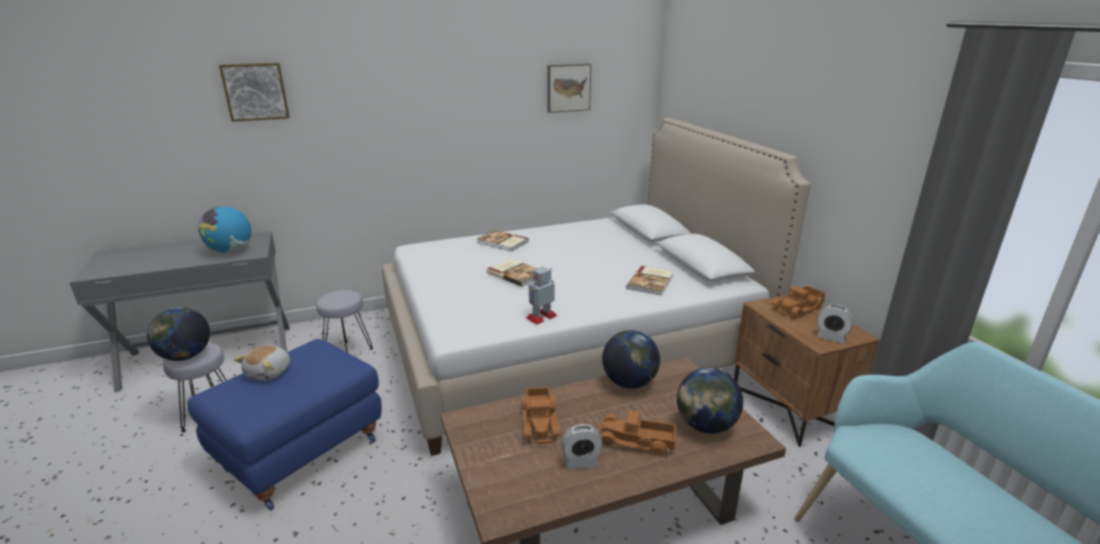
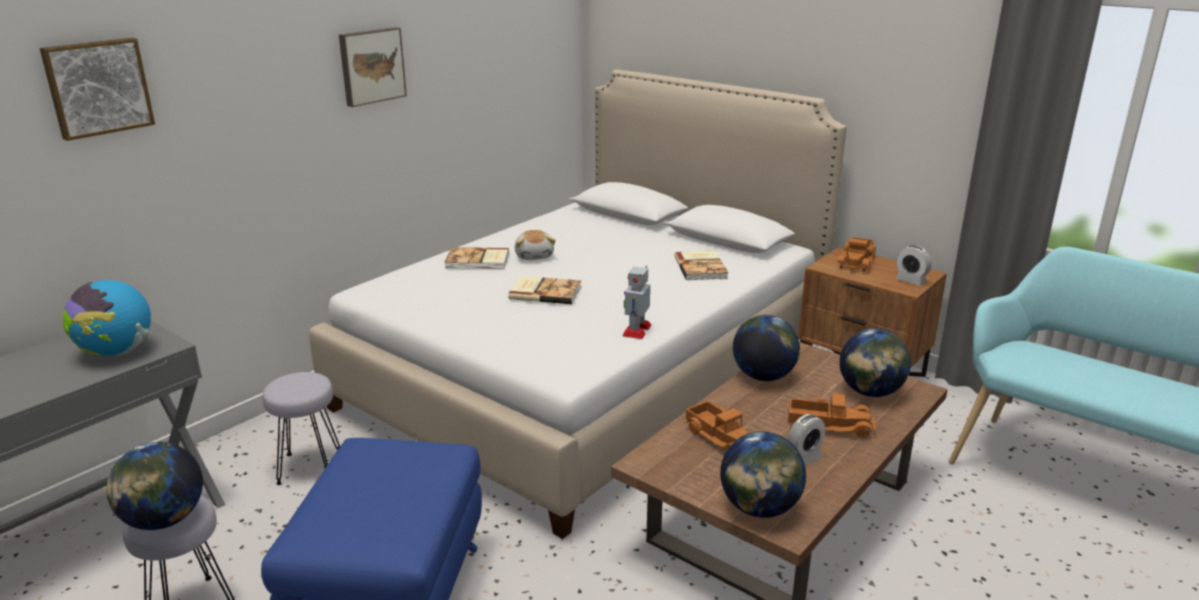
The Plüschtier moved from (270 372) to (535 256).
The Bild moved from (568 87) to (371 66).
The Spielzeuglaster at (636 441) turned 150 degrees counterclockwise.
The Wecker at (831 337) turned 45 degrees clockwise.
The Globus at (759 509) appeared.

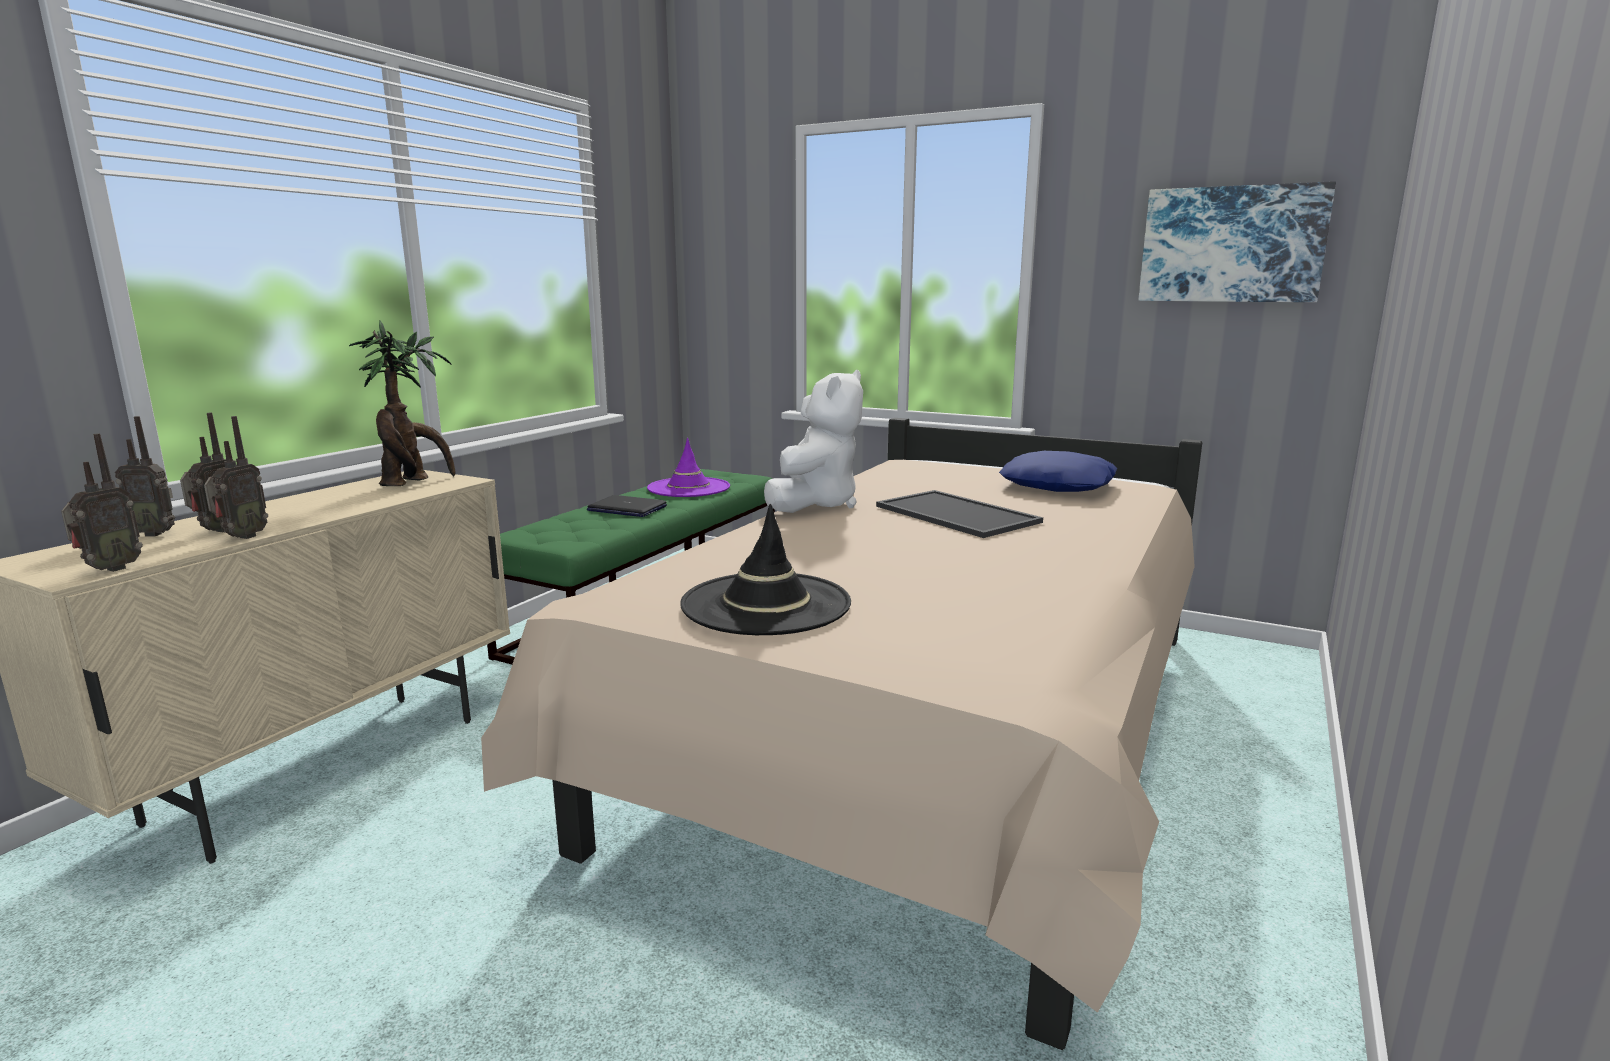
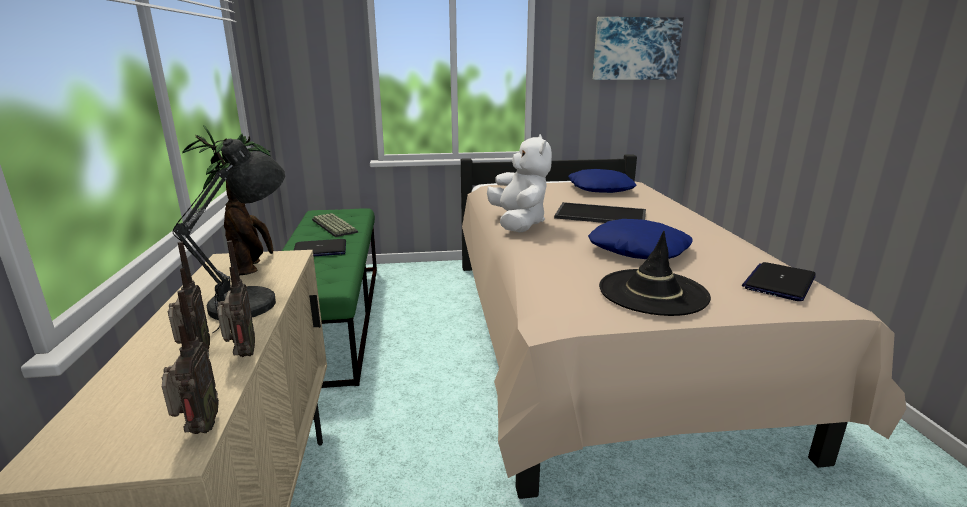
The Radio at (155 534) disappeared.
The Hut/lila at (688 488) was replaced by the Tastatur at (333 226).
The Tischlampe/grau at (251 303) appeared.
The Kissen/blau at (639 249) appeared.
The Laptop at (779 283) appeared.

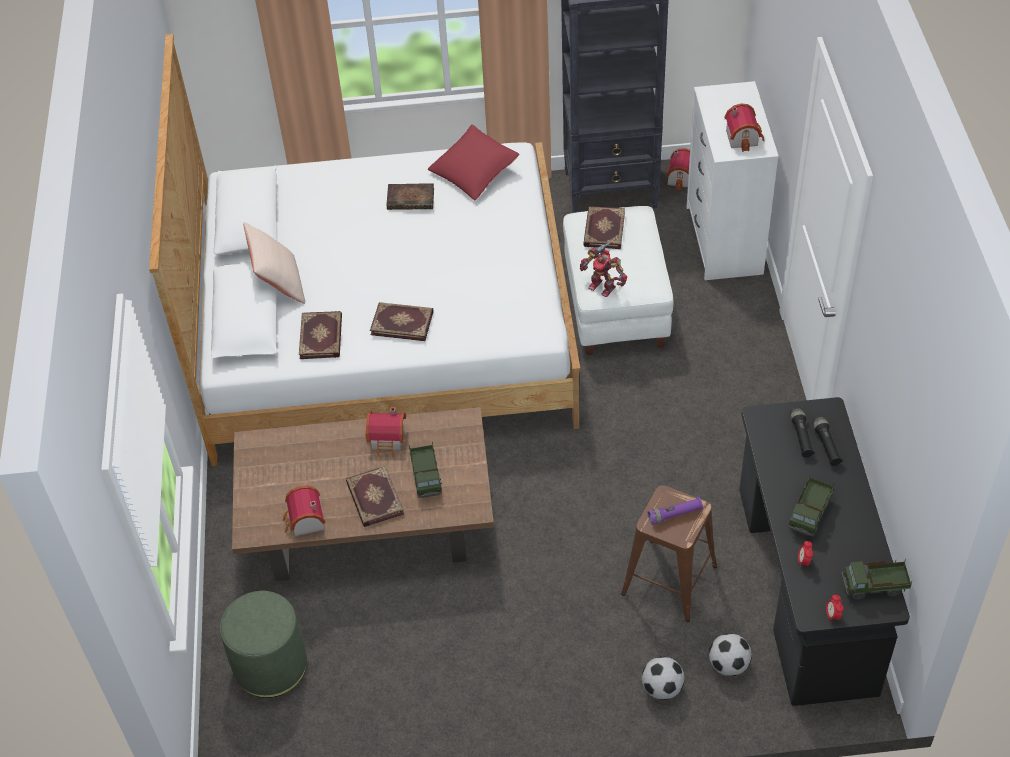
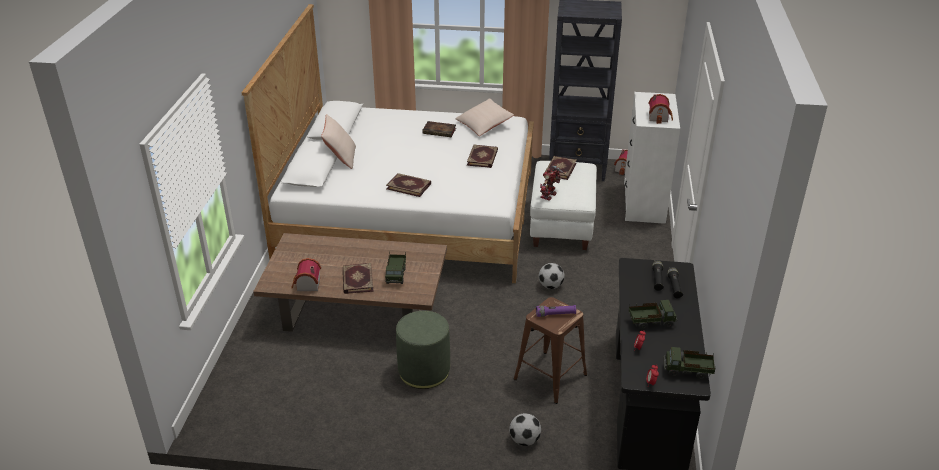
The Polsterhocker/grün moved from (270 666) to (424 371).
The Buch moved from (322 337) to (483 158).
The Spielzeughaus at (388 440) disappeared.
The Kissen/rot at (474 172) became the Kissen/beige at (484 124).
The Spielzeugroboter at (603 286) turned 75 degrees clockwise.
The Fußball moved from (728 665) to (550 286).
The Spielzeuglaster at (810 514) turned 135 degrees counterclockwise.

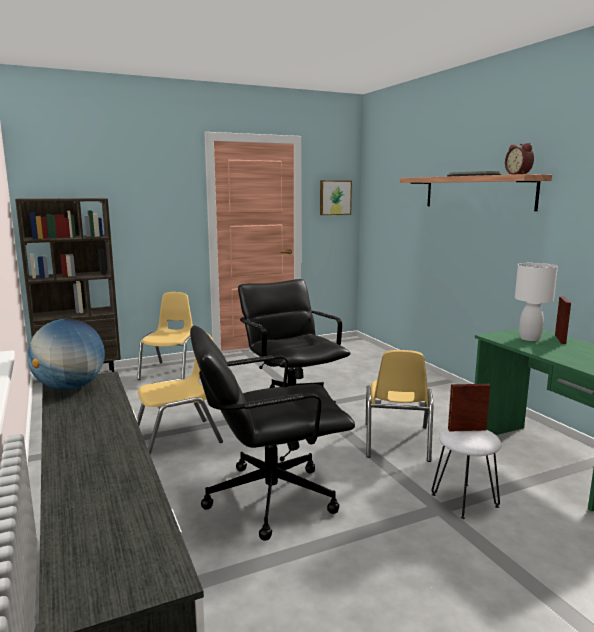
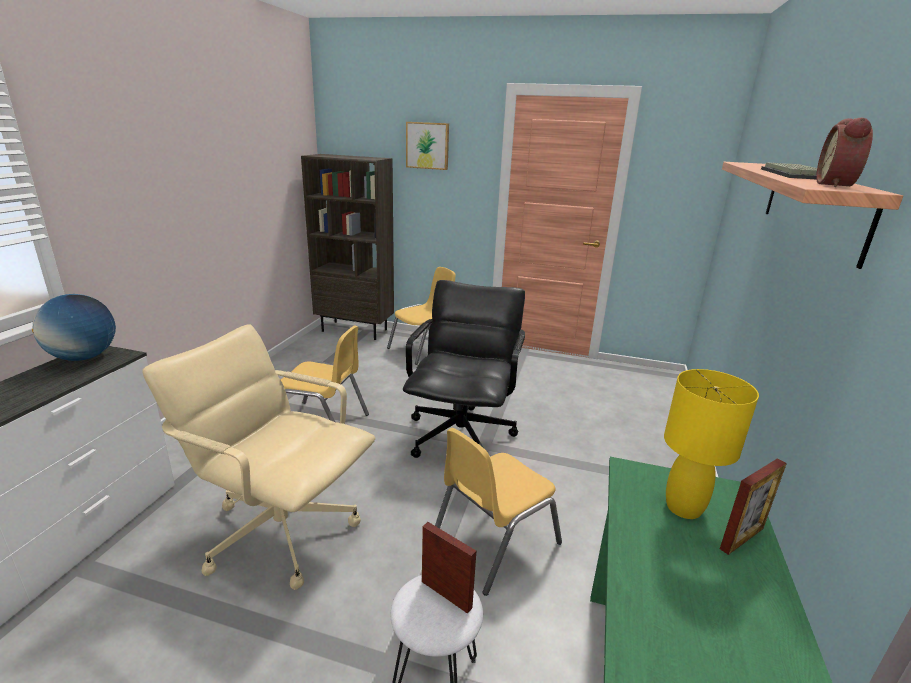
The Bürostuhl/schwarz at (269 497) became the Bürostuhl/beige at (281 530).
The Bild moved from (334 197) to (427 145).
The Tischlampe/weiß at (529 338) became the Tischlampe/gelb at (683 507).

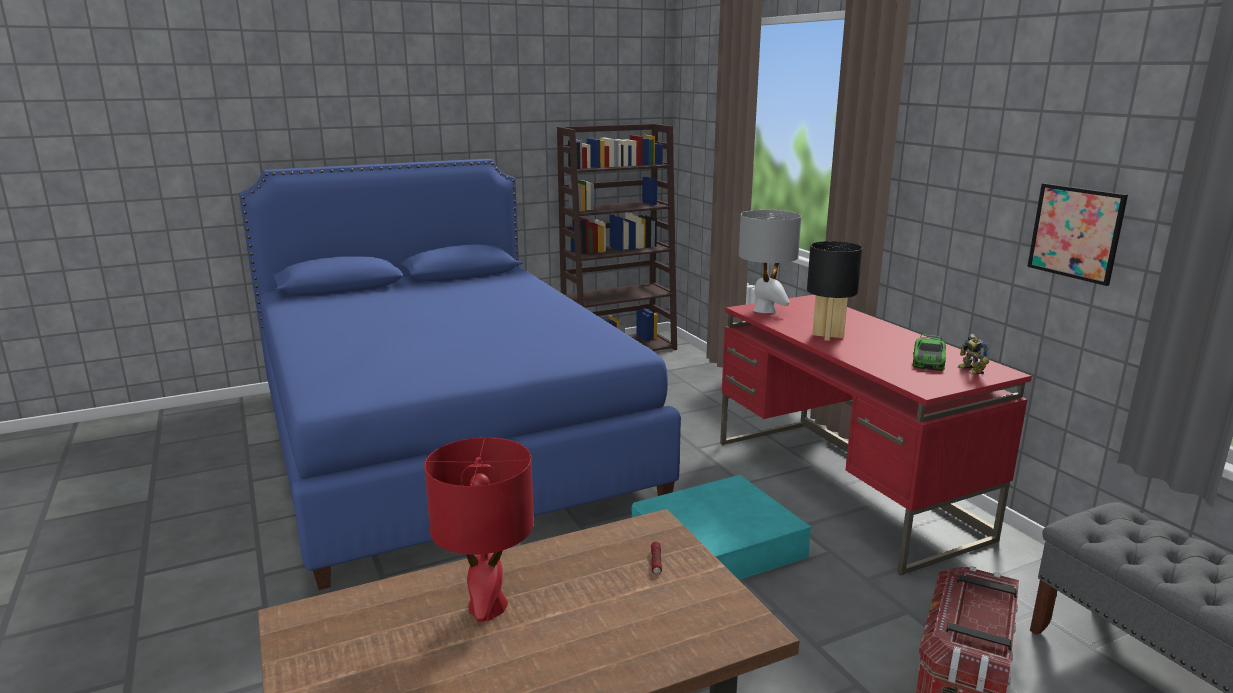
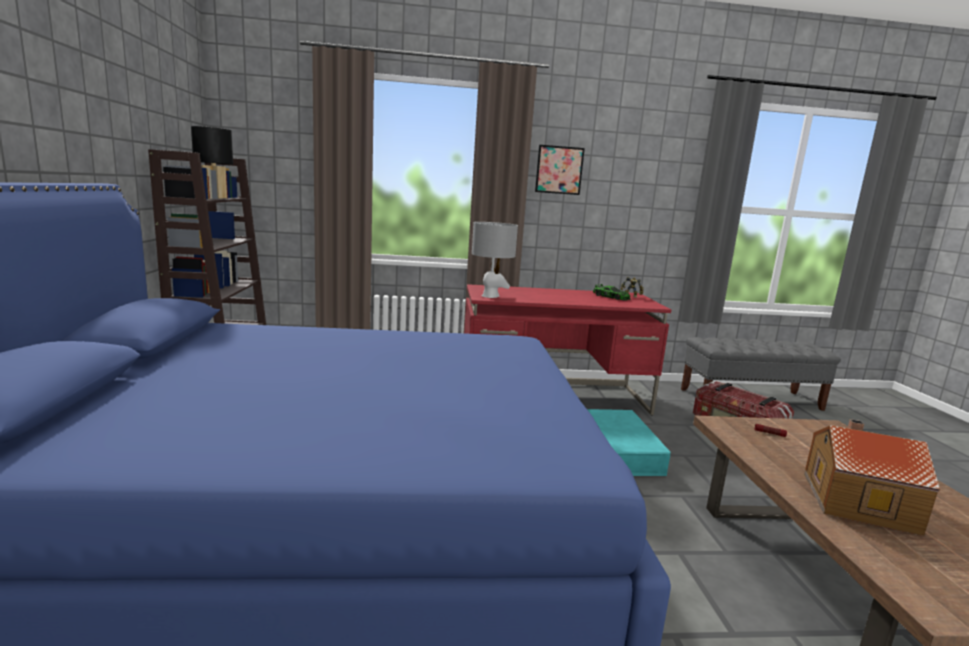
The Tischlampe/rot at (487 607) was replaced by the Spielzeughaus at (855 500).
The Tischlampe/schwarz moved from (828 336) to (215 197).
The Bild moved from (1075 232) to (559 170).

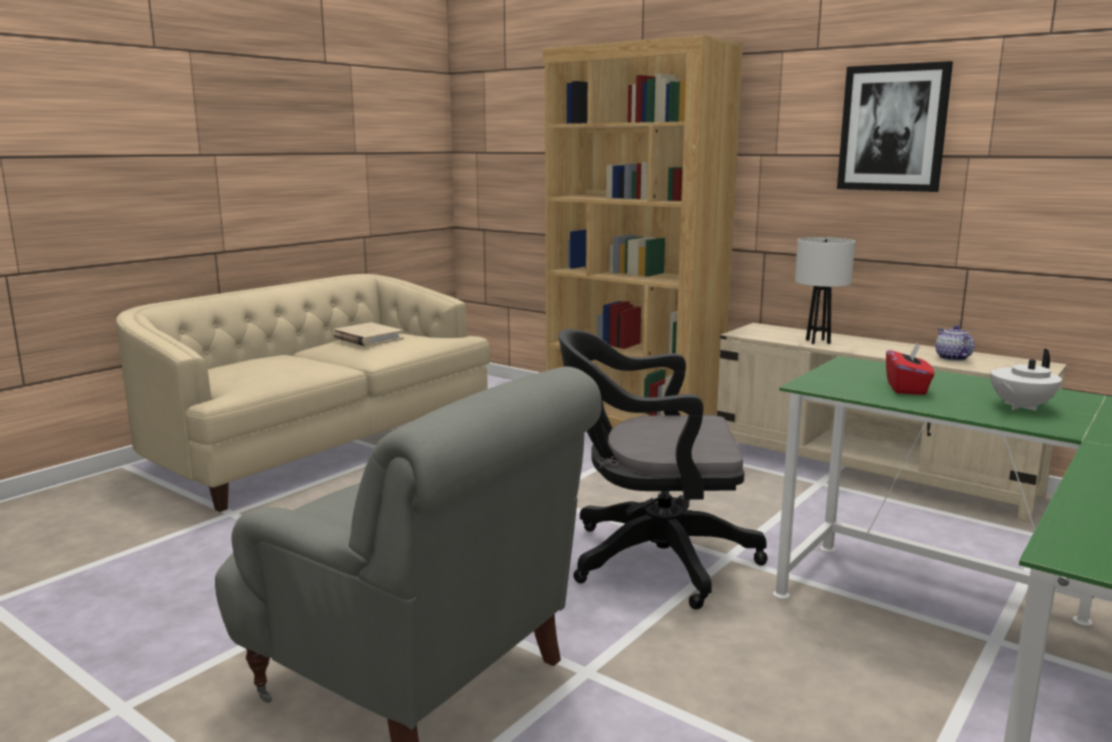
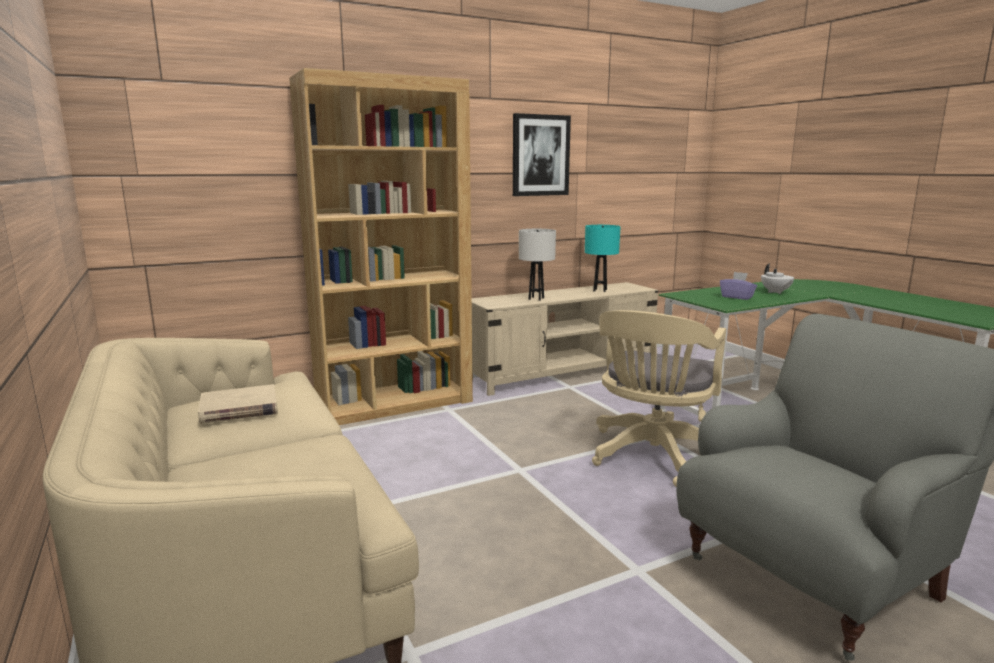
The Bürostuhl/schwarz at (651 559) became the Bürostuhl/beige at (652 456).
The Taschentuchbox/rot at (907 388) became the Taschentuchbox/lila at (737 297).
The Teekanne at (951 358) was replaced by the Tischlampe/türkis at (600 290).

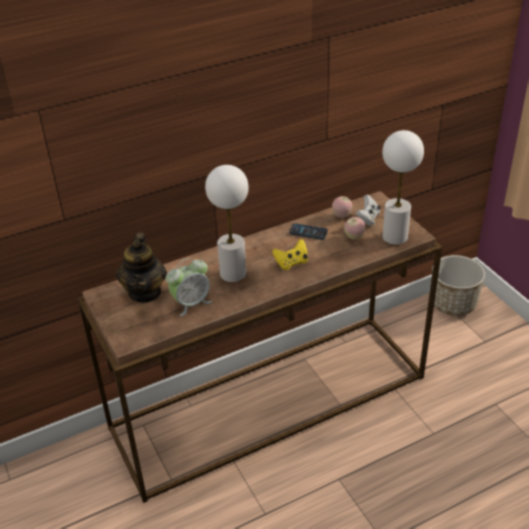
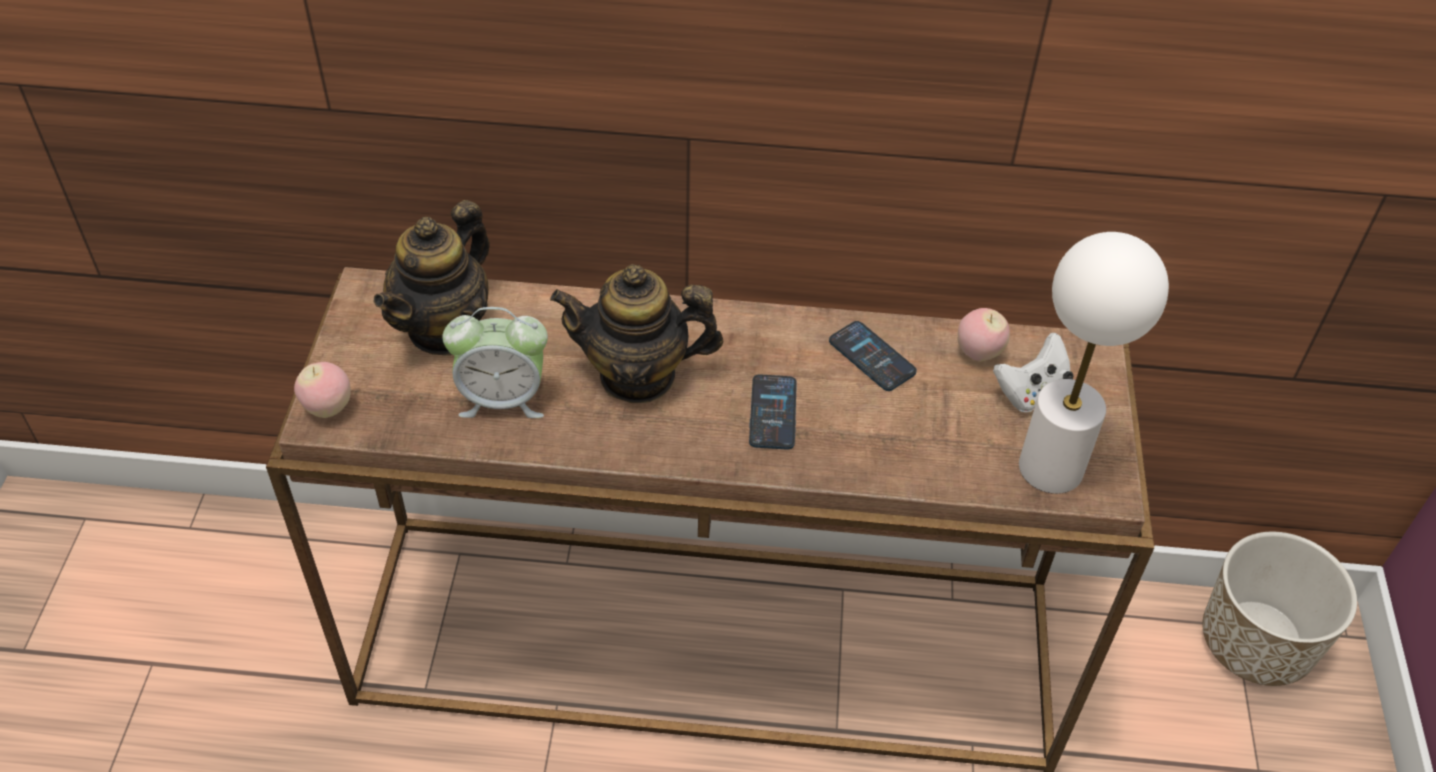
The Tischlampe/weiß at (233 274) was replaced by the Teekanne at (638 375).
The Gamepad/gelb at (291 263) was replaced by the Handy at (773 413).
The Apfel moved from (354 237) to (328 408).

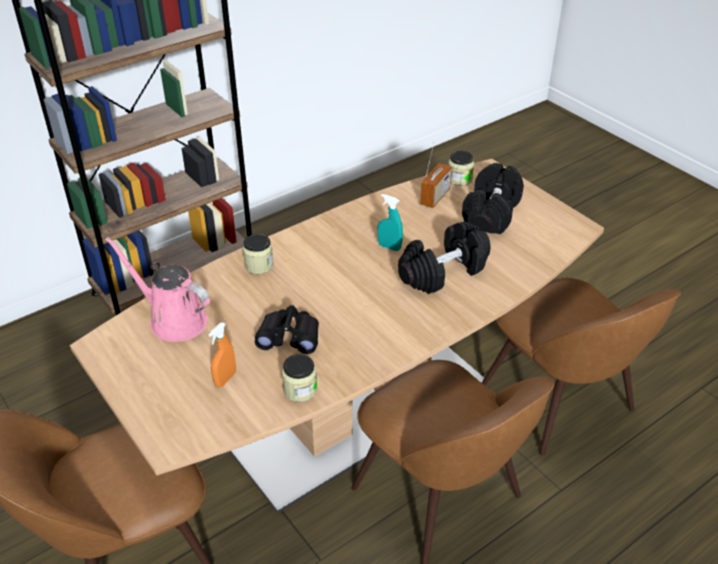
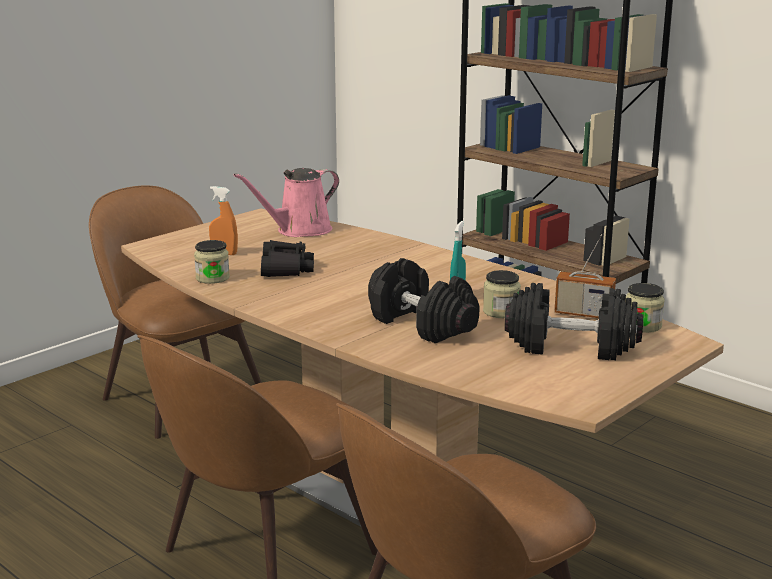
The Gießkanne/rosa at (173 319) turned 150 degrees counterclockwise.
The Vorratsglas moved from (259 265) to (501 312).

